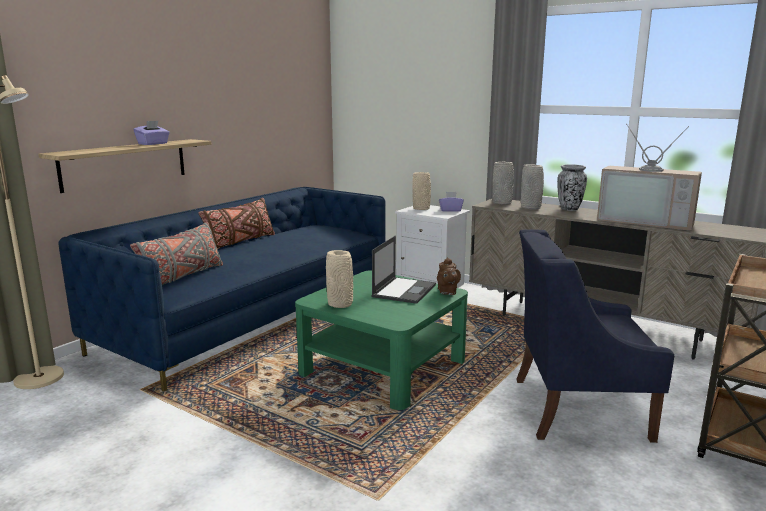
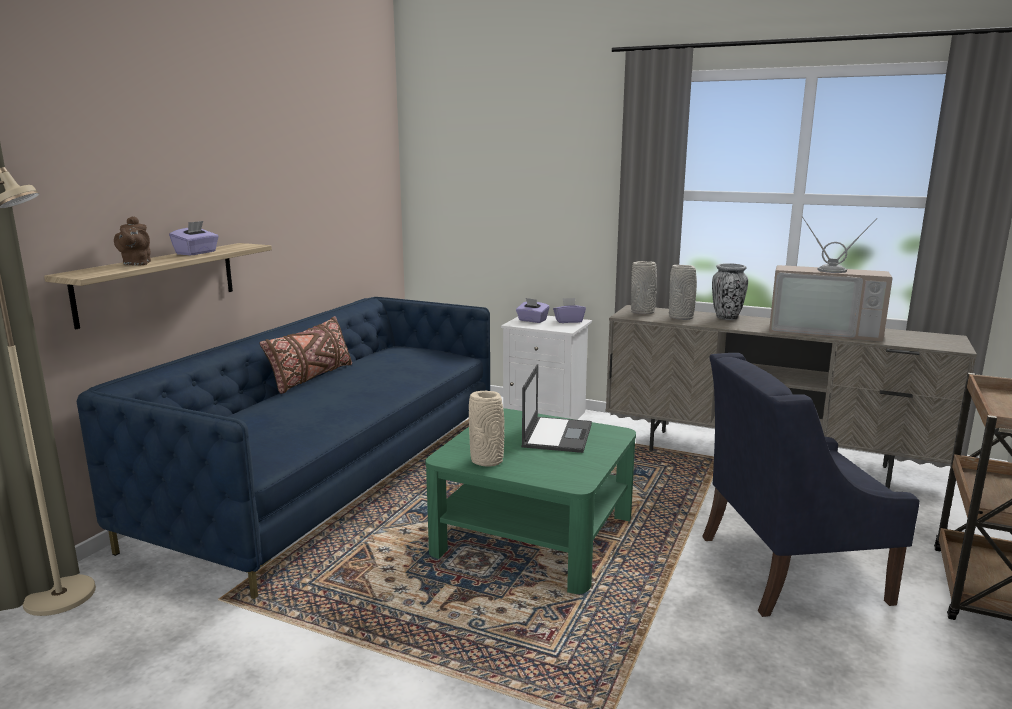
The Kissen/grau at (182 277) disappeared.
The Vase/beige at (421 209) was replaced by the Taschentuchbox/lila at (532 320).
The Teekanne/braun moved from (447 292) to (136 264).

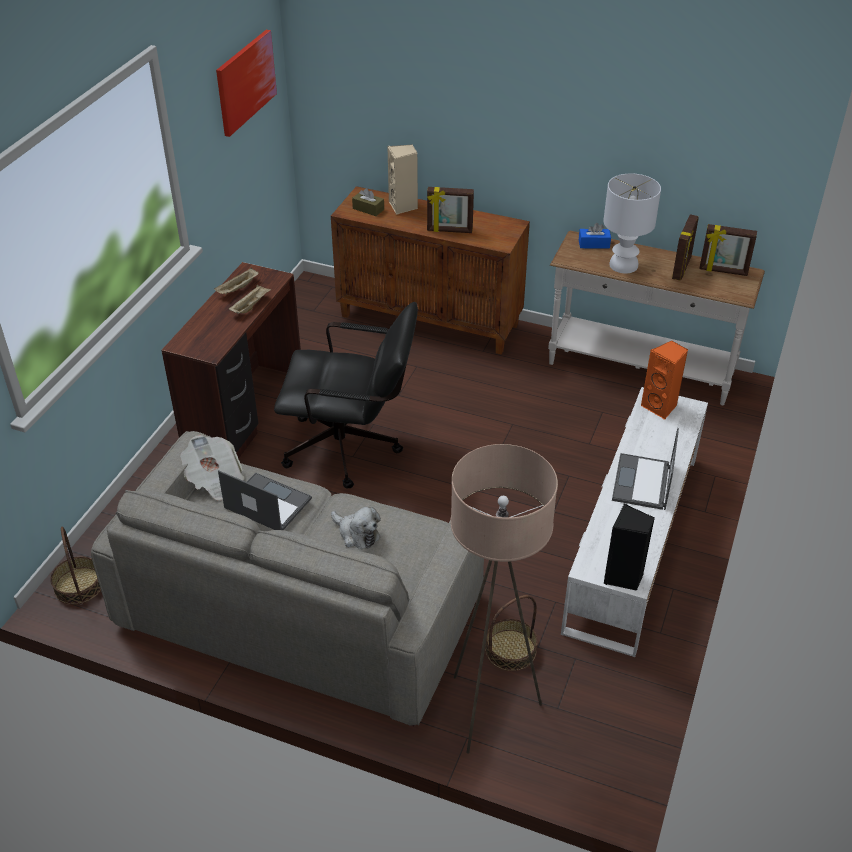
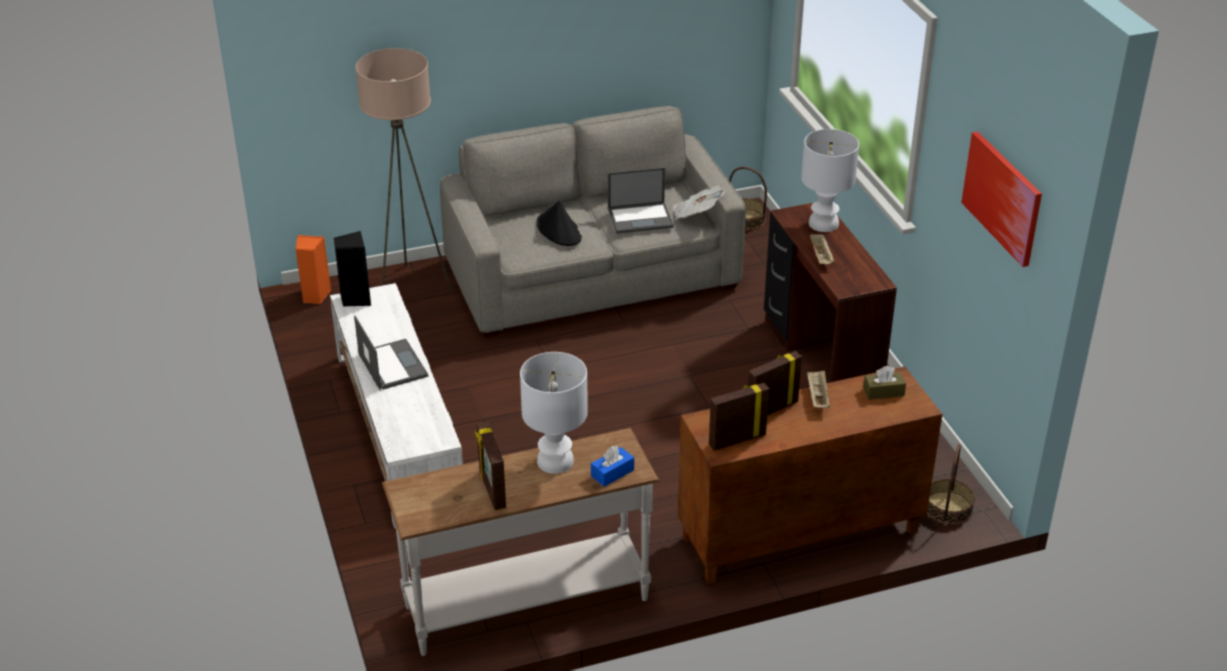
The Tablett/beige moved from (238 289) to (817 396).
The Bürostuhl/schwarz at (352 449) disappeared.
The Plüschtier at (357 534) was replaced by the Hut/schwarz at (559 230).
The Lautsprecher/beige at (403 206) disappeared.
The Korb moved from (510 650) to (948 508).
The Lautsprecher/orange moved from (660 407) to (314 296).
The Bilderrahmen moved from (723 271) to (736 439).
The Tischlampe/weiß at (824 223) appeared.

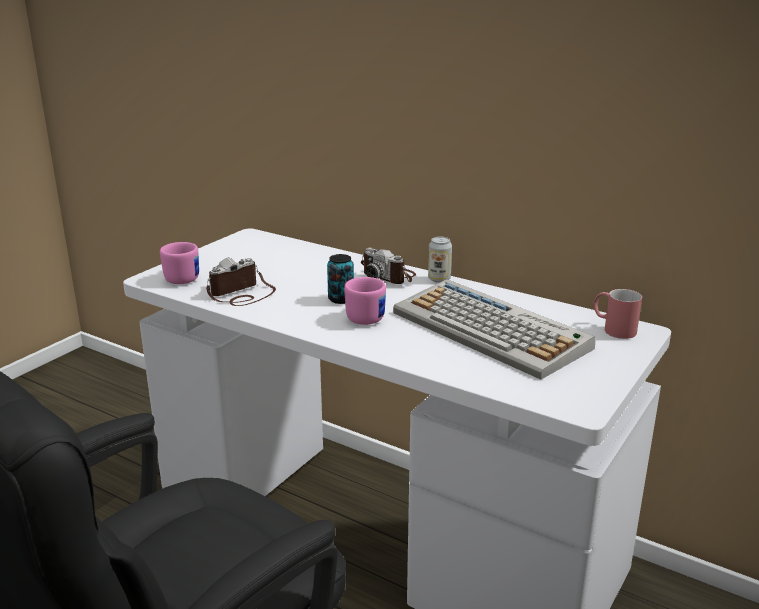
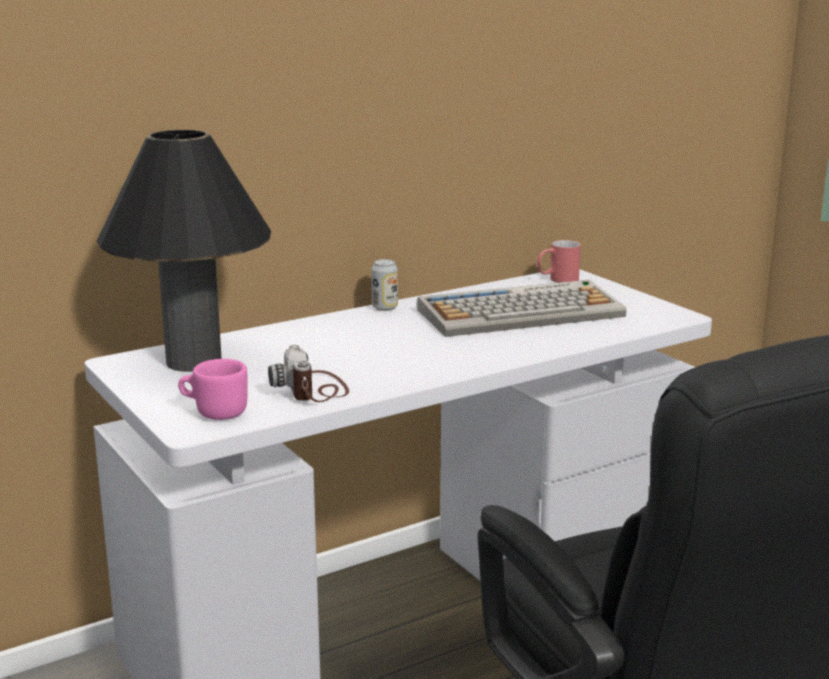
The Dose at (341 299) disappeared.
The Henkelbecher/rosa at (367 316) disappeared.
The Kamera at (389 276) disappeared.
The Tischlampe/schwarz at (194 361) appeared.

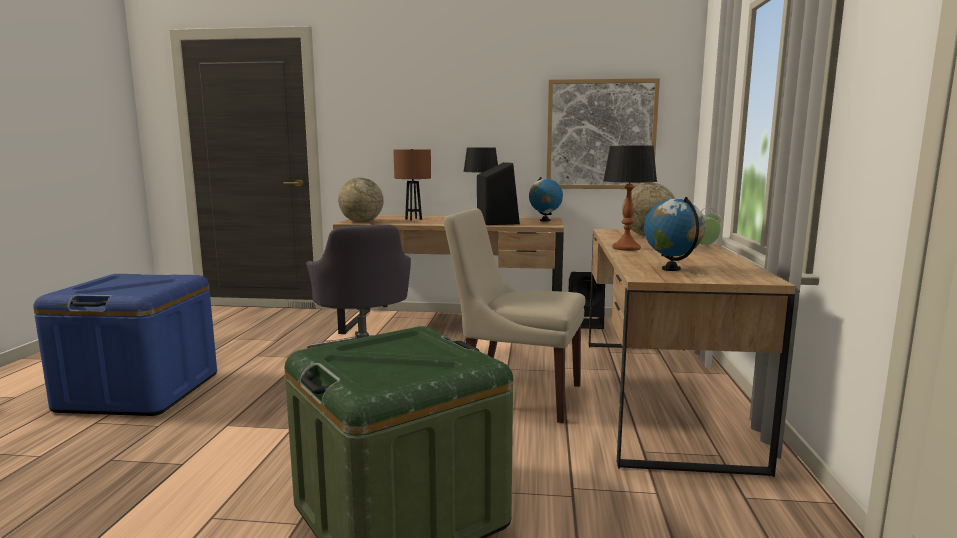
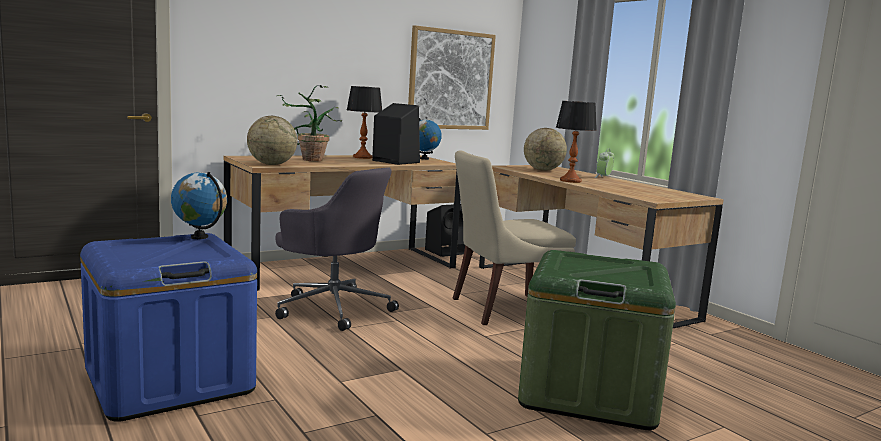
The Tischlampe/braun at (413 219) was replaced by the Topfpflanze at (307 160).
The Globus moved from (671 269) to (200 237).

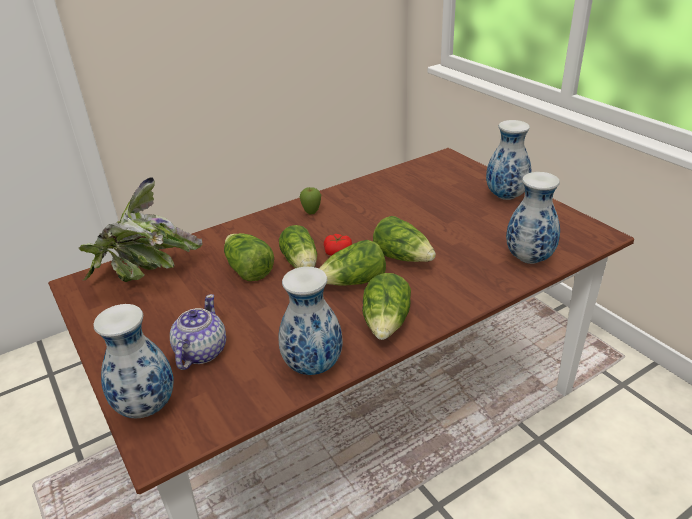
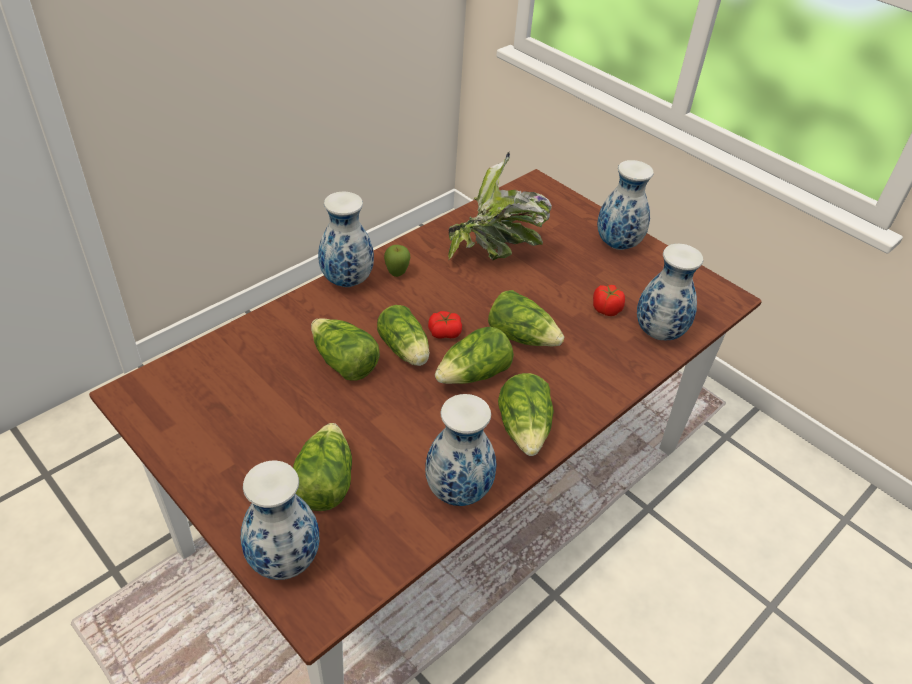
The Topfpflanze moved from (145 276) to (496 253).
The Teekanne at (200 352) was replaced by the Salatkopf at (323 482).
The Vase at (346 281) appeared.
The Tomate at (606 309) appeared.

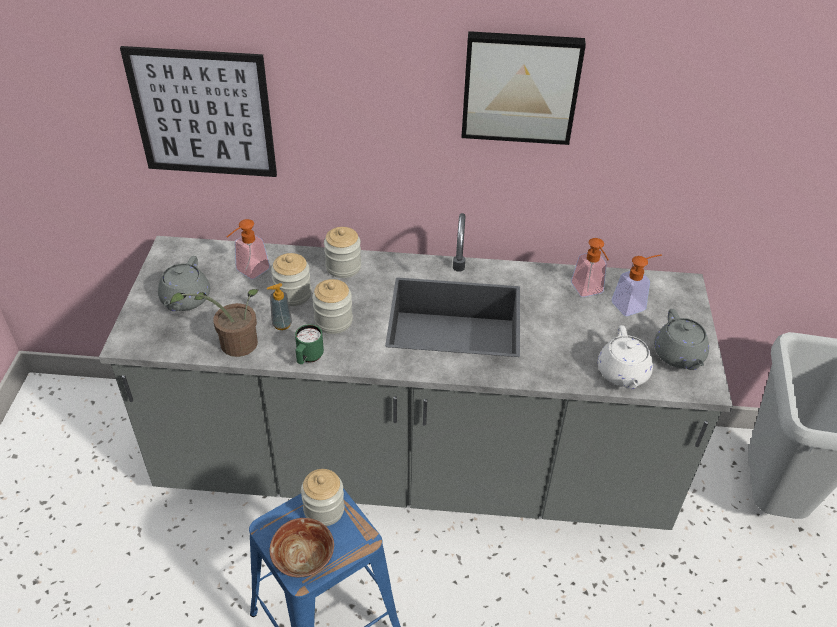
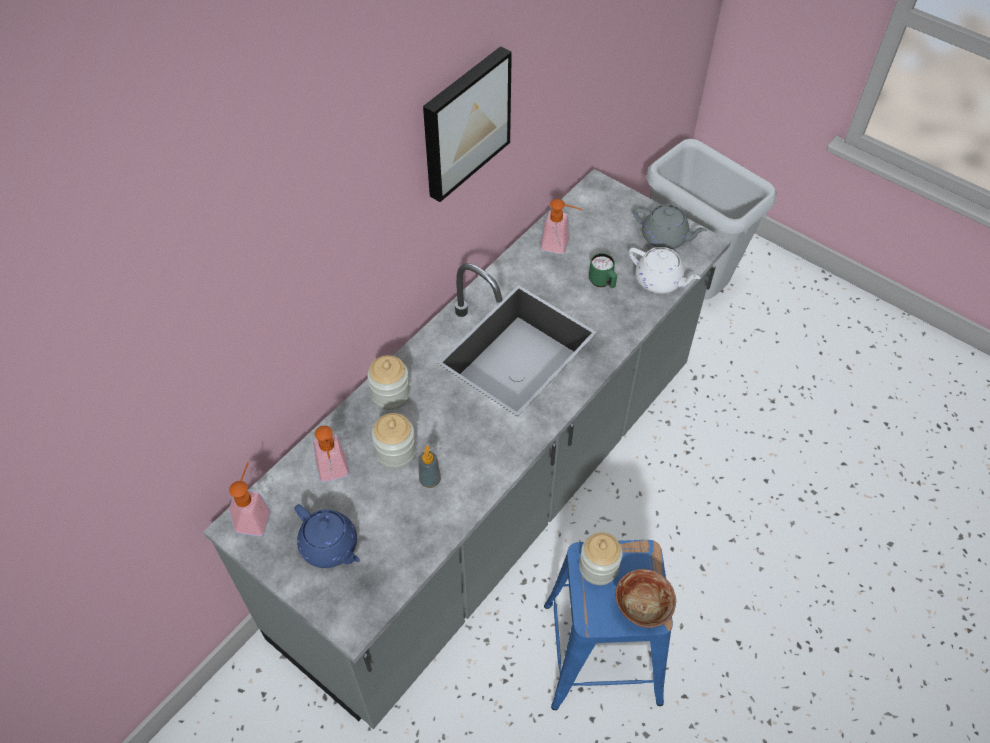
The Bild at (203 113) disappeared.
The Teekanne/grau at (185 300) became the Teekanne/blau at (330 546).
The Topfpflanze at (233 344) disappeared.
The Henkelbecher/grün moved from (308 358) to (602 283).
The Vorratsglas at (333 321) disappeared.
The Seifenspender moved from (633 304) to (255 516).

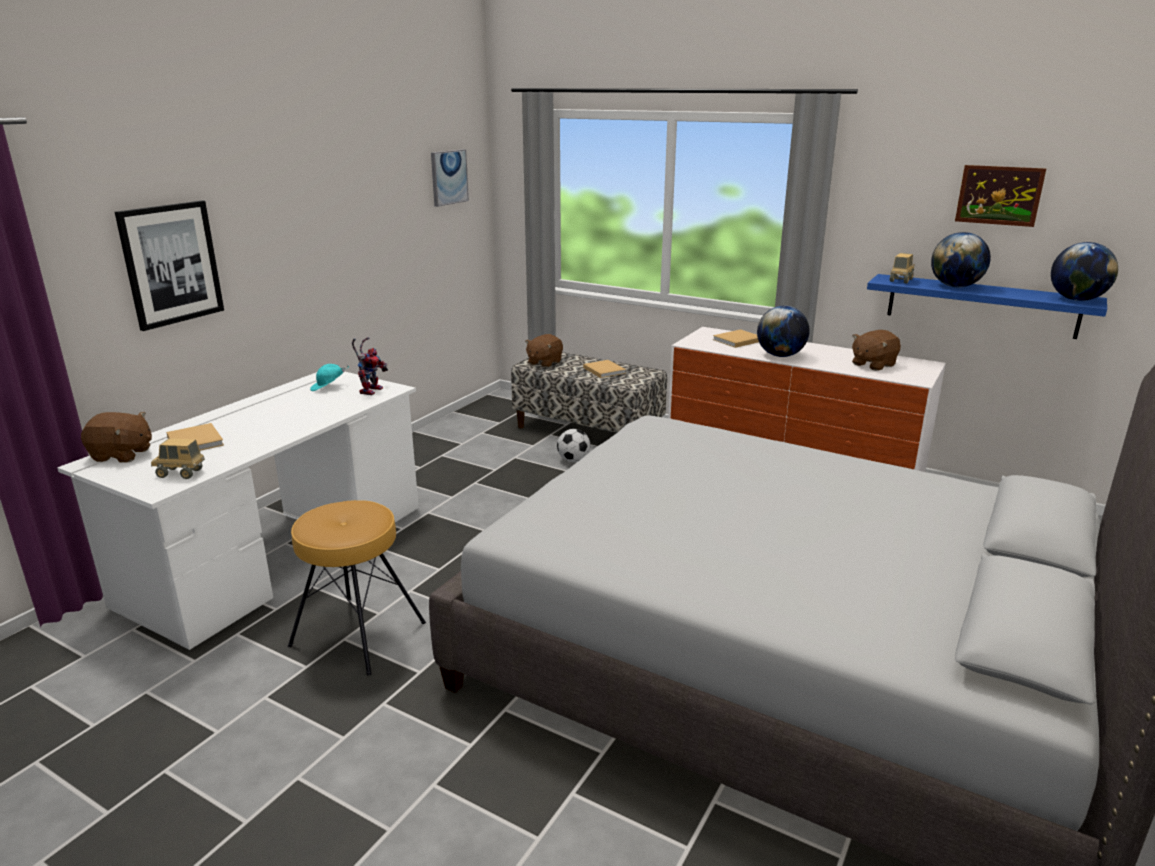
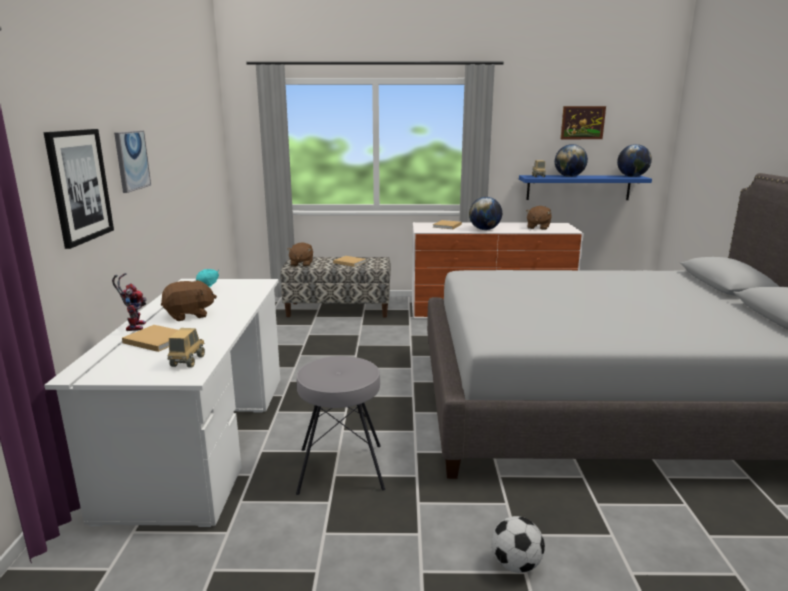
The Plüschtier/braun moved from (122 455) to (189 315).
The Spielzeuglaster at (180 474) turned 120 degrees clockwise.
The Hocker/braun at (357 634) became the Hocker/grau at (341 469).
The Spielzeugroboter moved from (370 390) to (134 326).
The Bild moved from (449 177) to (131 160).
The Fußball moved from (573 460) to (516 564).

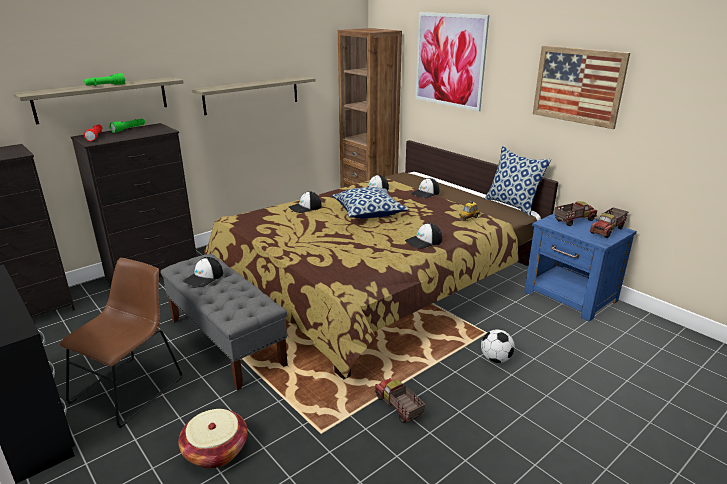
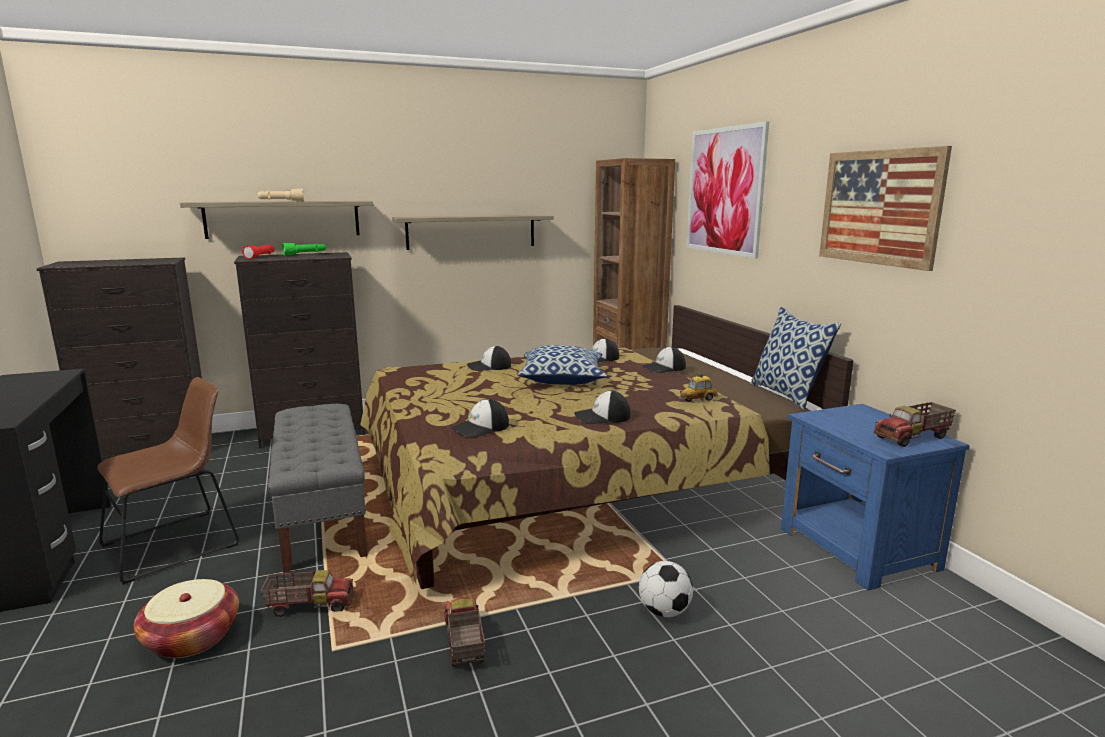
The Taschenlampe/grün at (105 86) became the Taschenlampe/beige at (281 201).
The Kappe moved from (204 277) to (481 428).
The Spielzeuglaster moved from (573 220) to (310 605).

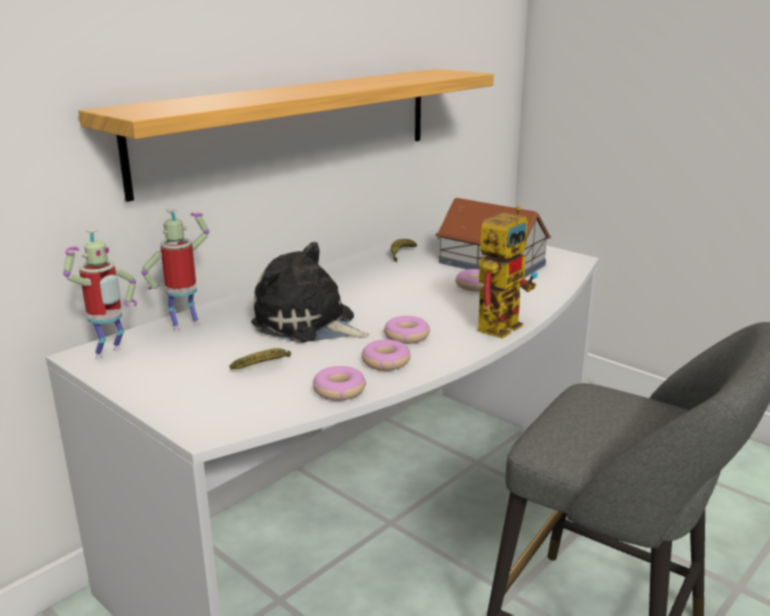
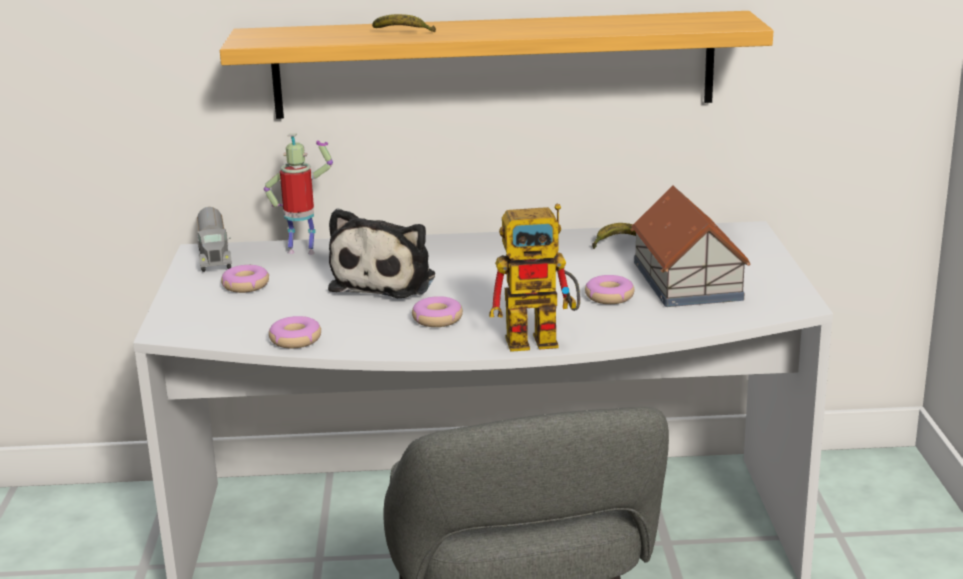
The Spielzeugroboter at (110 355) was replaced by the Spielzeuglaster at (215 257).
The Banane moved from (264 367) to (403 33).
The Plüschtier at (308 324) turned 150 degrees counterclockwise.
The Donut moved from (386 362) to (245 286).

